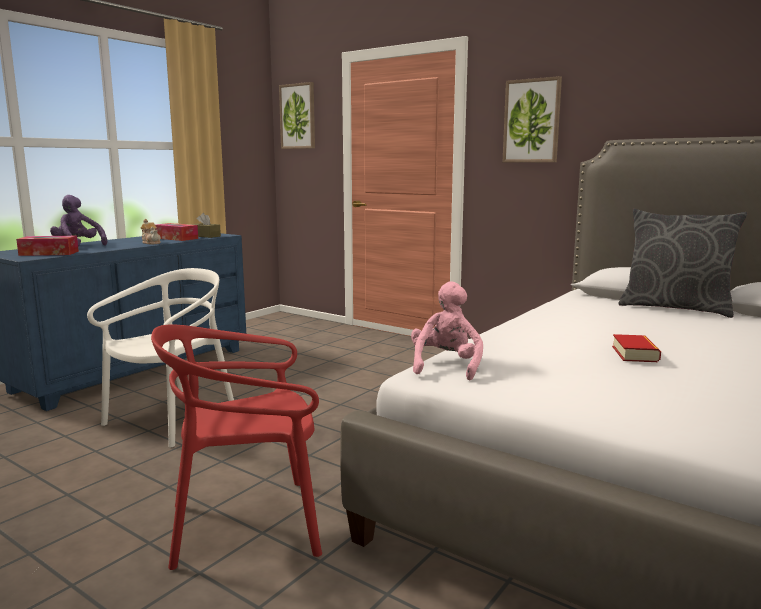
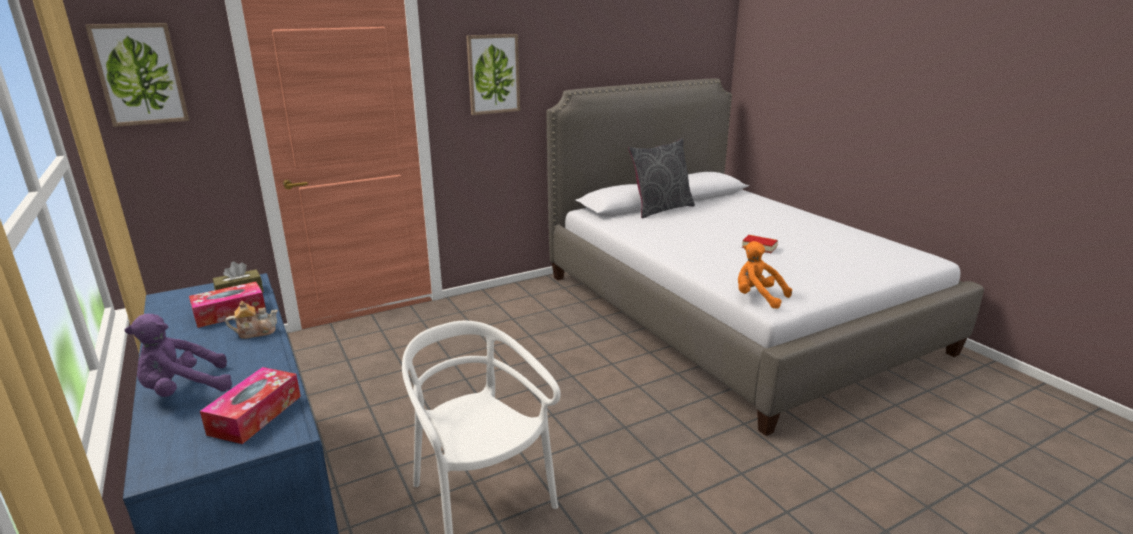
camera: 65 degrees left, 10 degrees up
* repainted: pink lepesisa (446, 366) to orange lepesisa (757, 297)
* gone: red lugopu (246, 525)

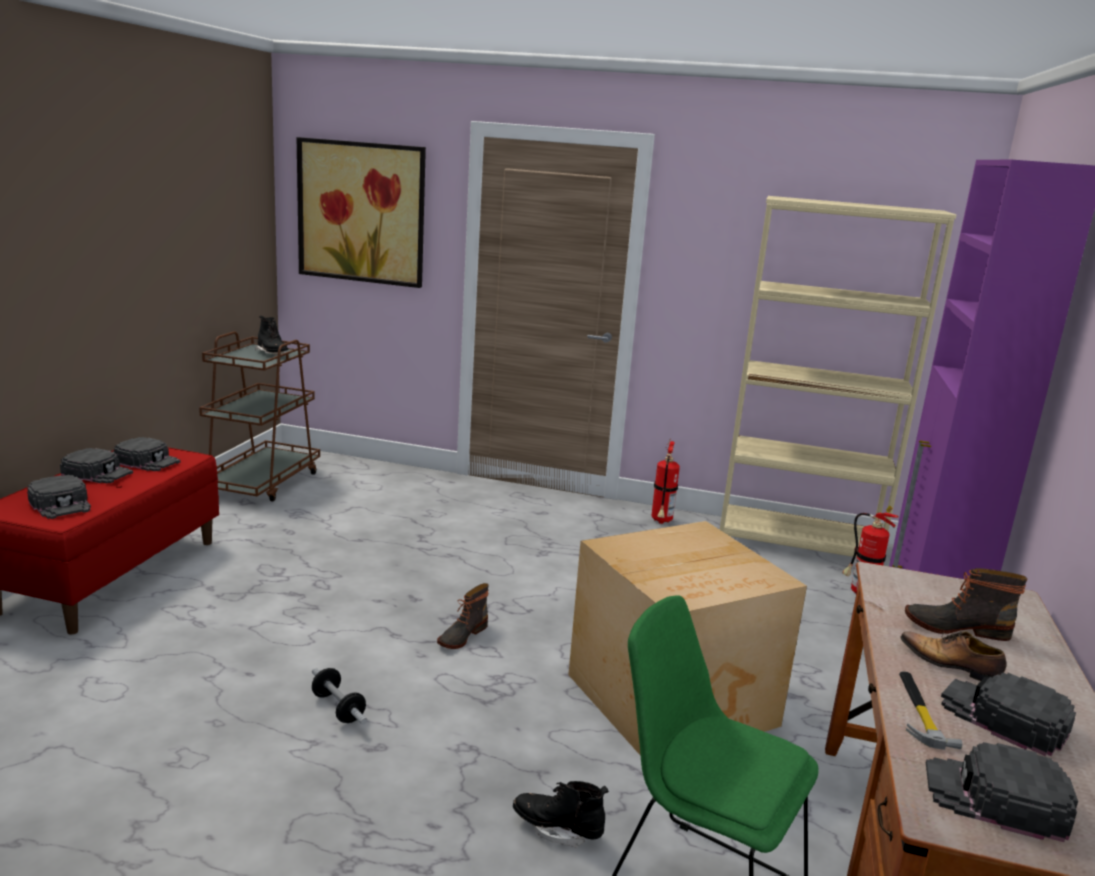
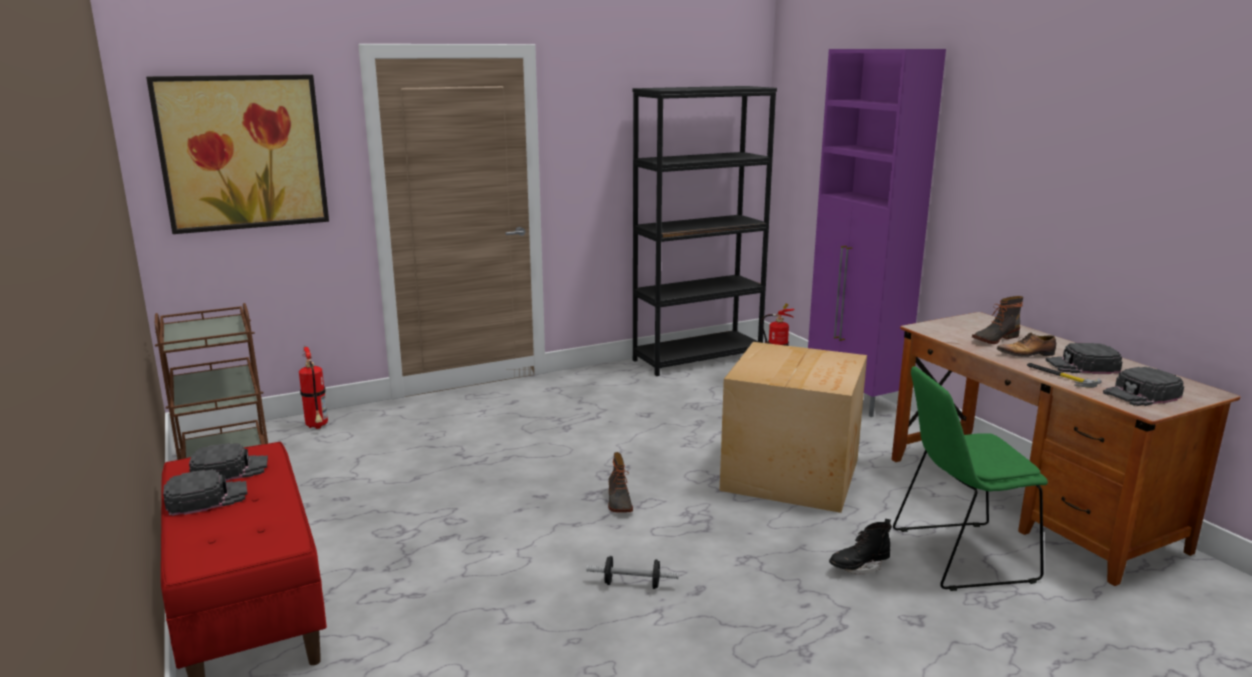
camera: 40 degrees left, 0 degrees up
* shifted: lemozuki (661, 522) to (317, 427)
* repainted: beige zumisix (797, 543) to black zumisix (698, 358)
* gone: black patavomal (61, 504)
* gone: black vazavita (272, 354)

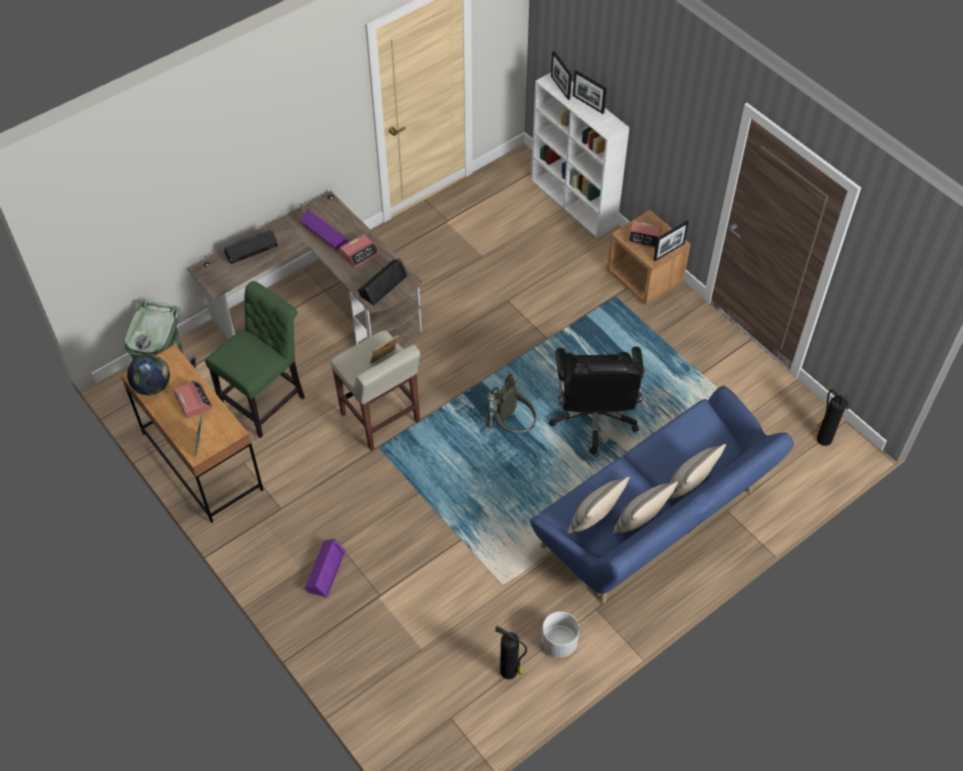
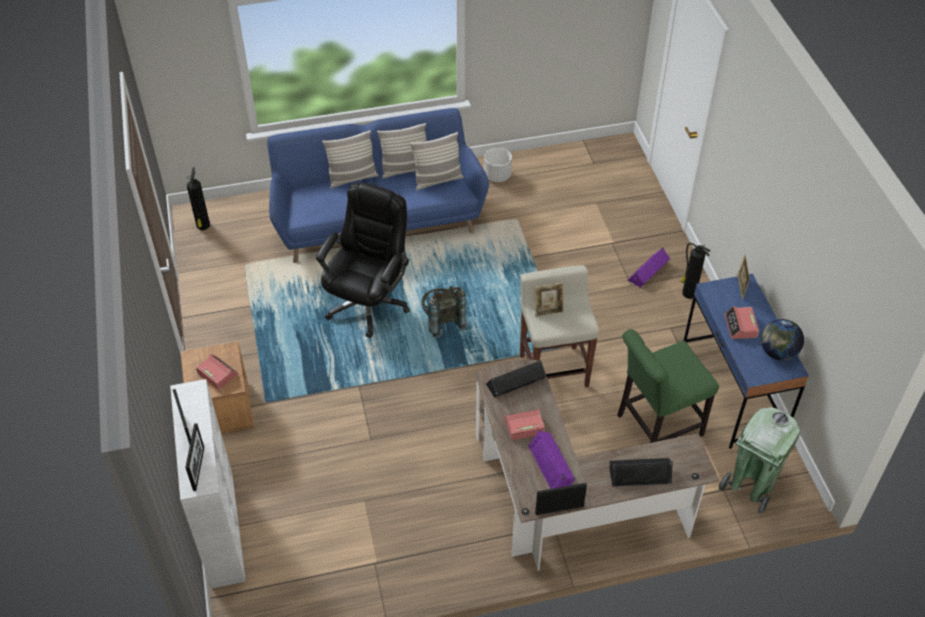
camera: 155 degrees left, 5 degrees down
* shifted: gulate (669, 251) to (559, 509)
* shifted: lemozuki (509, 672) to (688, 293)
* repainted: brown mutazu (202, 461) to blue mutazu (732, 391)

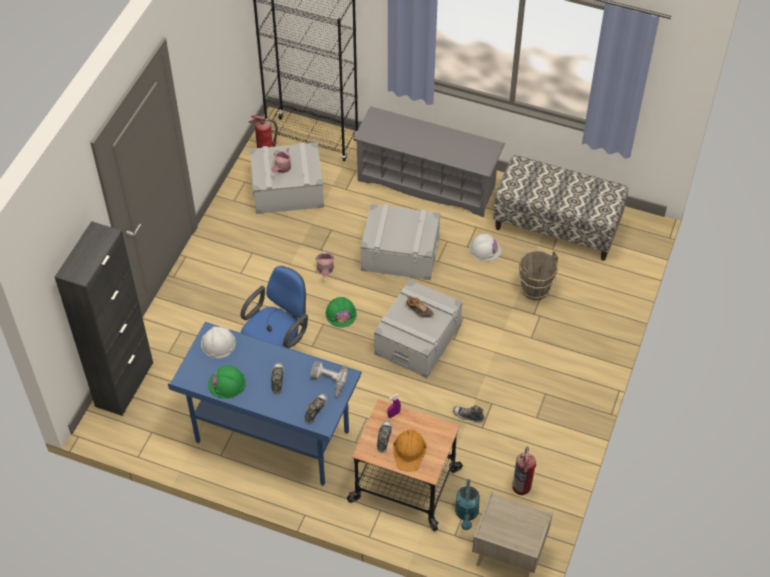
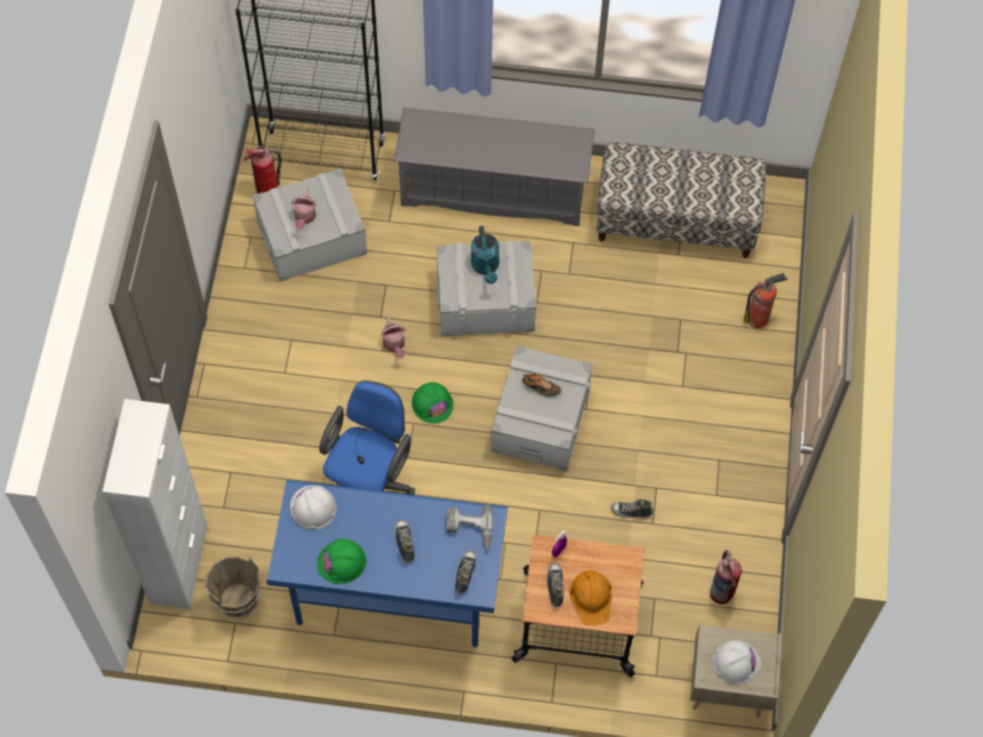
camera: 15 degrees left, 10 degrees up
* repainted: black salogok (124, 384) to white salogok (179, 564)
* shifted: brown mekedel (534, 290) to (238, 601)
* shifted: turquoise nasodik (467, 514) to (486, 267)
* shifted: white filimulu (485, 249) to (736, 662)
* new: lemozuki (758, 318)

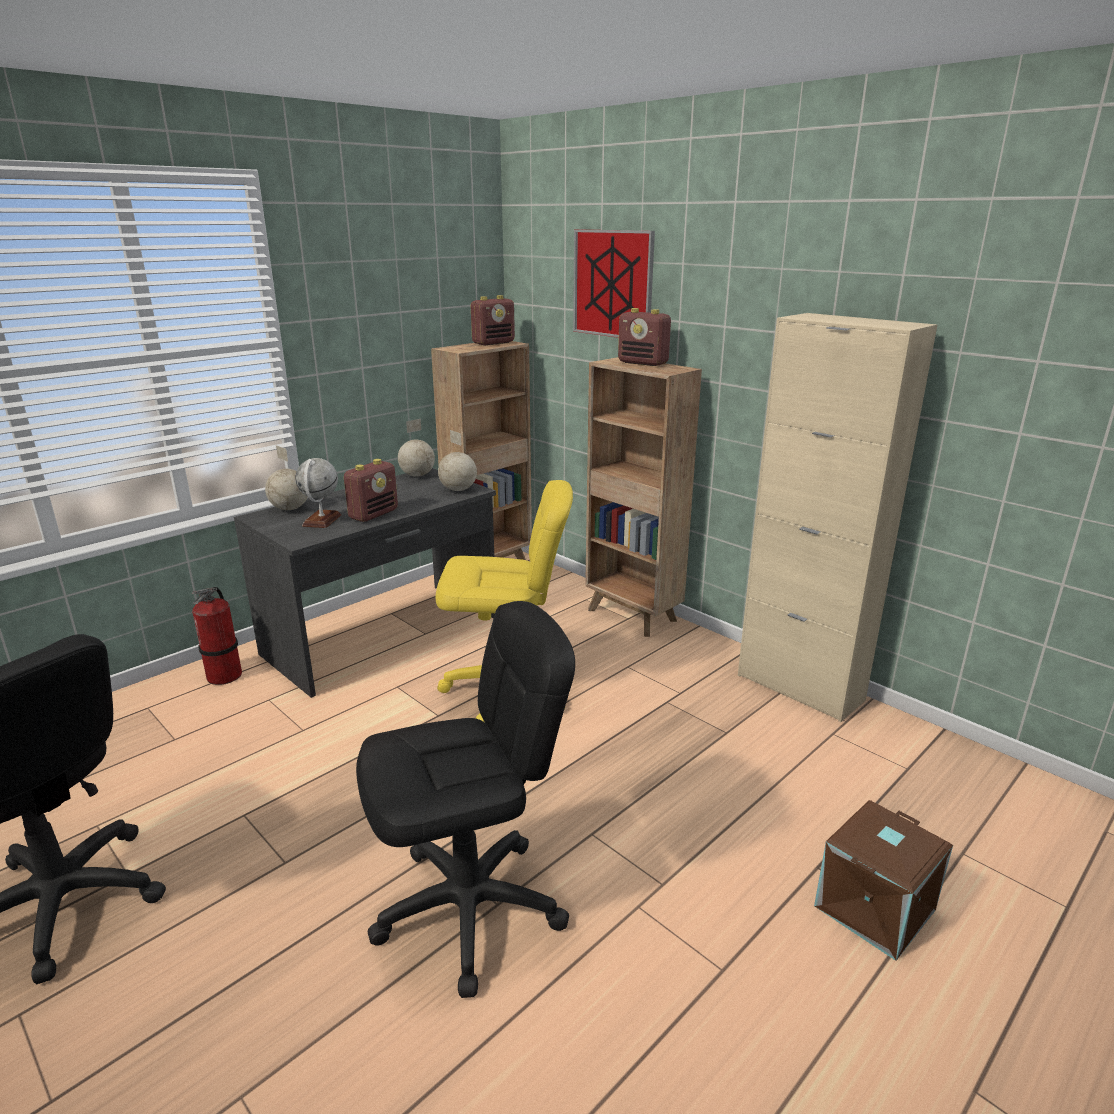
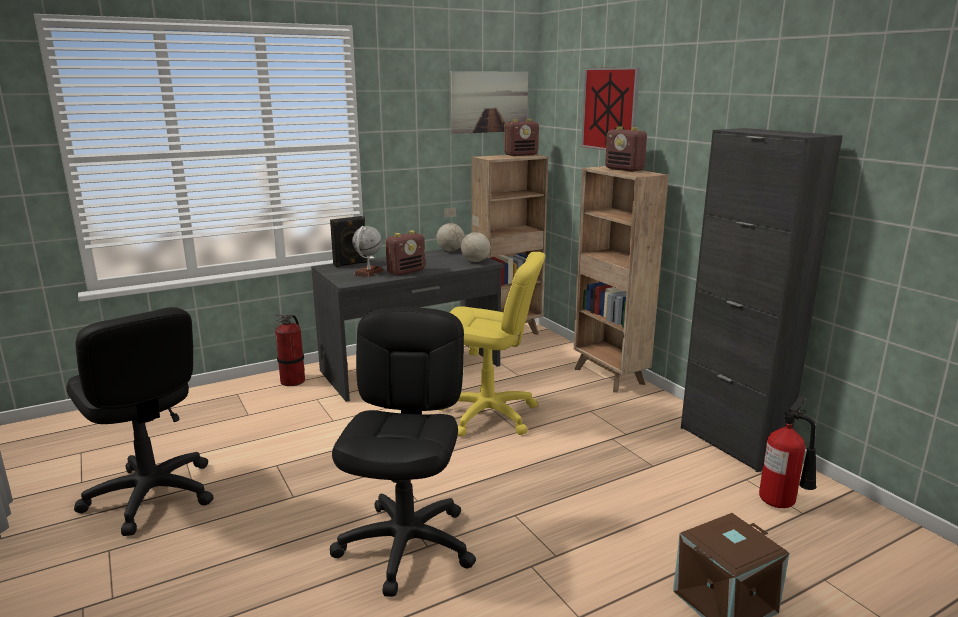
camera: 15 degrees right, 5 degrees down
* swapped: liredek (290, 508) to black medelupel (350, 264)
* rotated: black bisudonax (470, 909) = (407, 545) 75 degrees counterclockwise
* new: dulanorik (489, 102)
* repainted: beige salogok (799, 687) to black salogok (731, 443)
* new: lemozuki (782, 503)

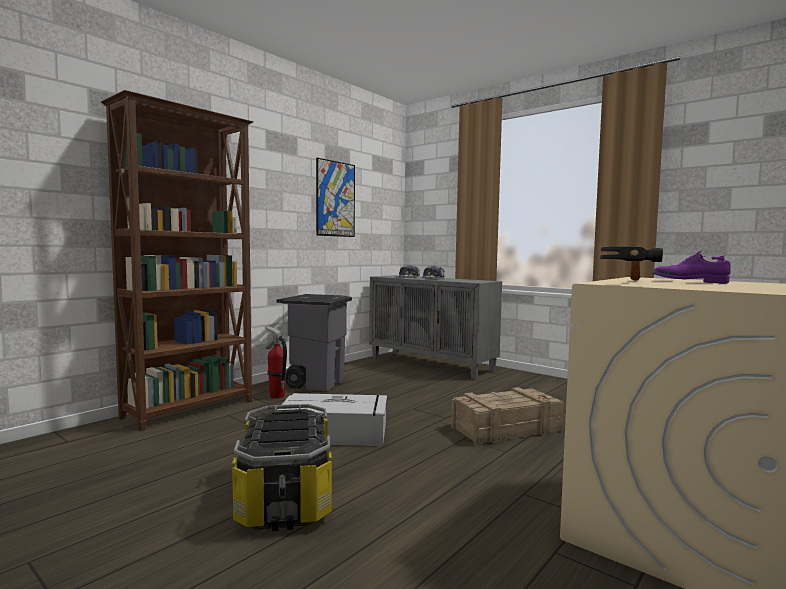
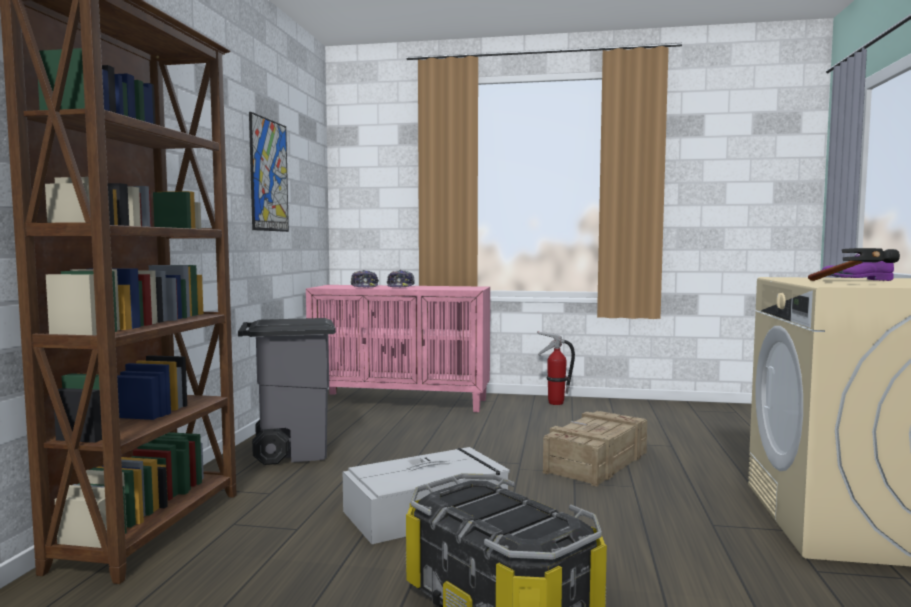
camera: 30 degrees left, 0 degrees up
* repainted: grey salogok (432, 364) to pink salogok (402, 402)
* shifted: lemozuki (276, 396) to (555, 403)

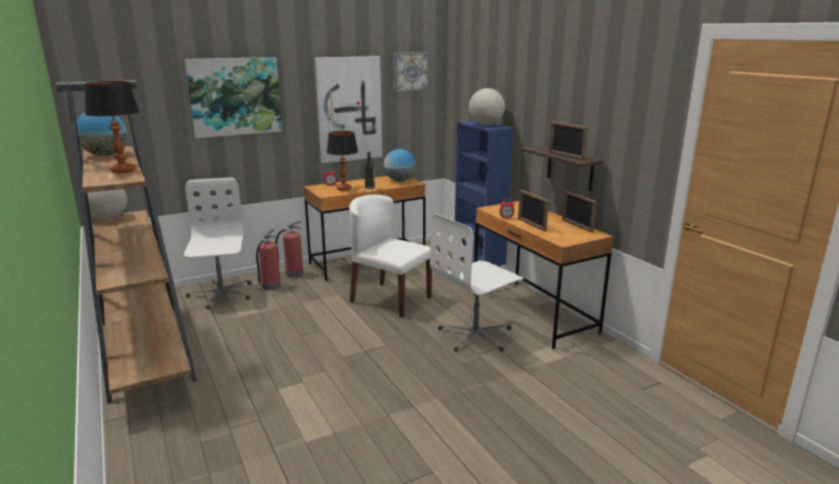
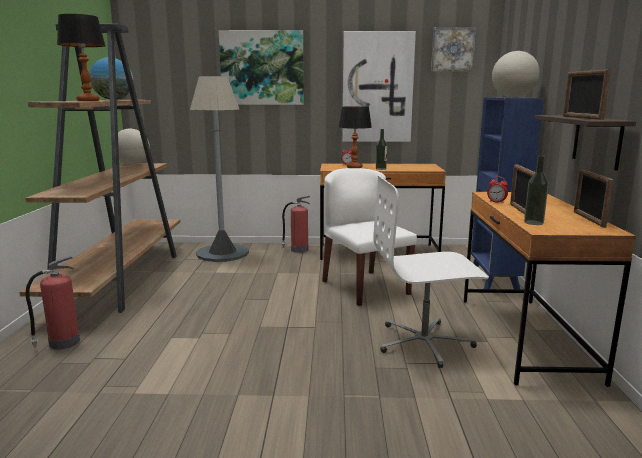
camera: 30 degrees right, 5 degrees down
* shifted: lemozuki (270, 286) to (62, 343)
* swapped: white bisudonax (221, 294) to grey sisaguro (222, 253)
* new: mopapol (533, 222)
* gone: liredek (399, 181)

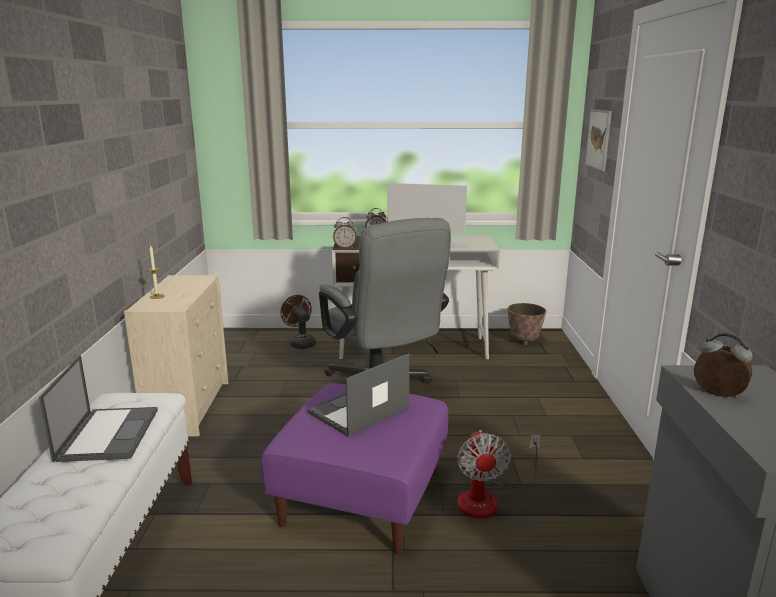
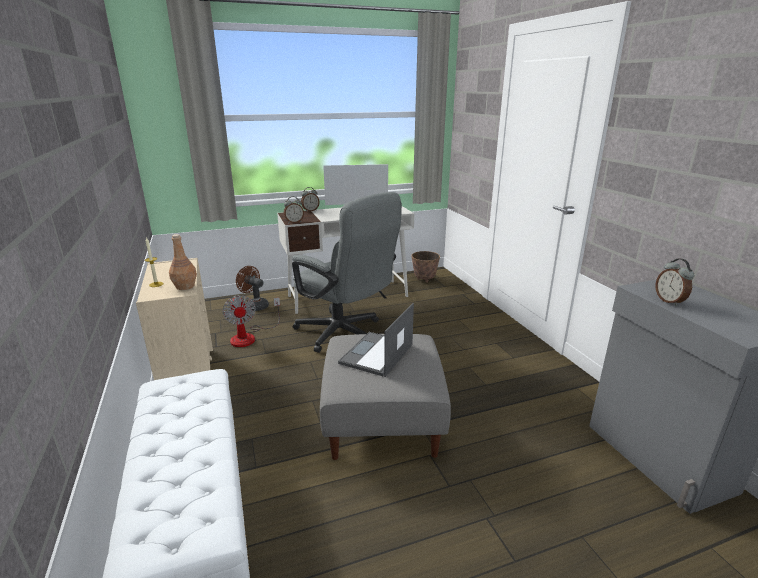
camera: 20 degrees left, 5 degrees up
* new: brown mopapol (185, 286)
* shifted: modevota (488, 498) to (249, 336)
* repainted: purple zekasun (363, 497) to grey zekasun (383, 420)
* rotated: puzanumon (717, 395) = (669, 301) 120 degrees counterclockwise
* gone: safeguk (108, 434)
* gone: dulanorik (598, 139)

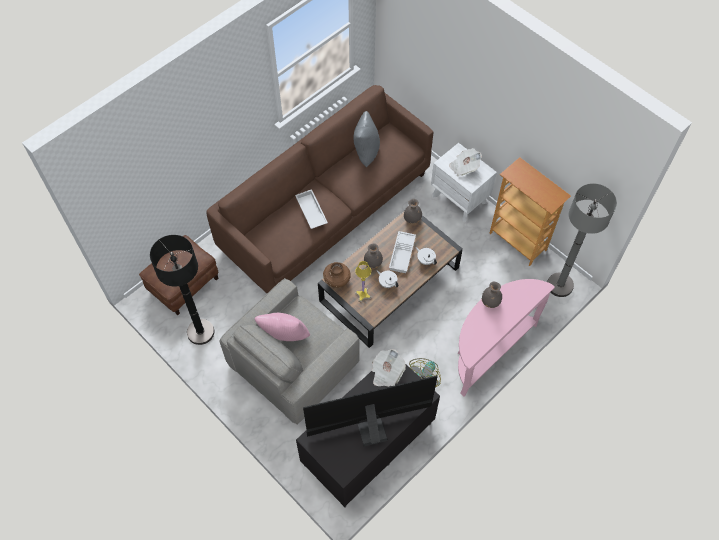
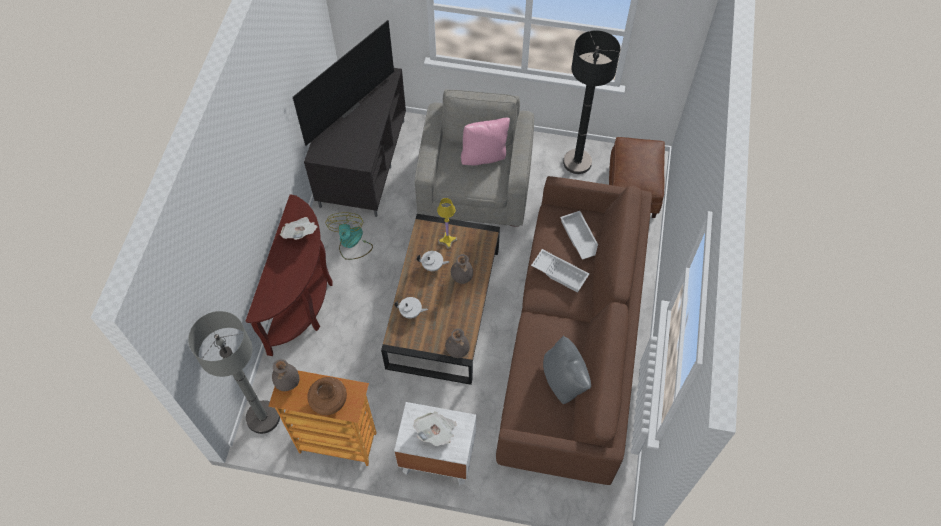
camera: 145 degrees right, 0 degrees up
* repainted: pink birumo (488, 349) to brown birumo (303, 302)
* shifted: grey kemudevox (491, 302) to (287, 382)
* shifted: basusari (386, 372) to (300, 233)
* shifted: brown kemudevox (337, 280) to (329, 402)
* shifted: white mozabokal (402, 254) to (579, 238)

